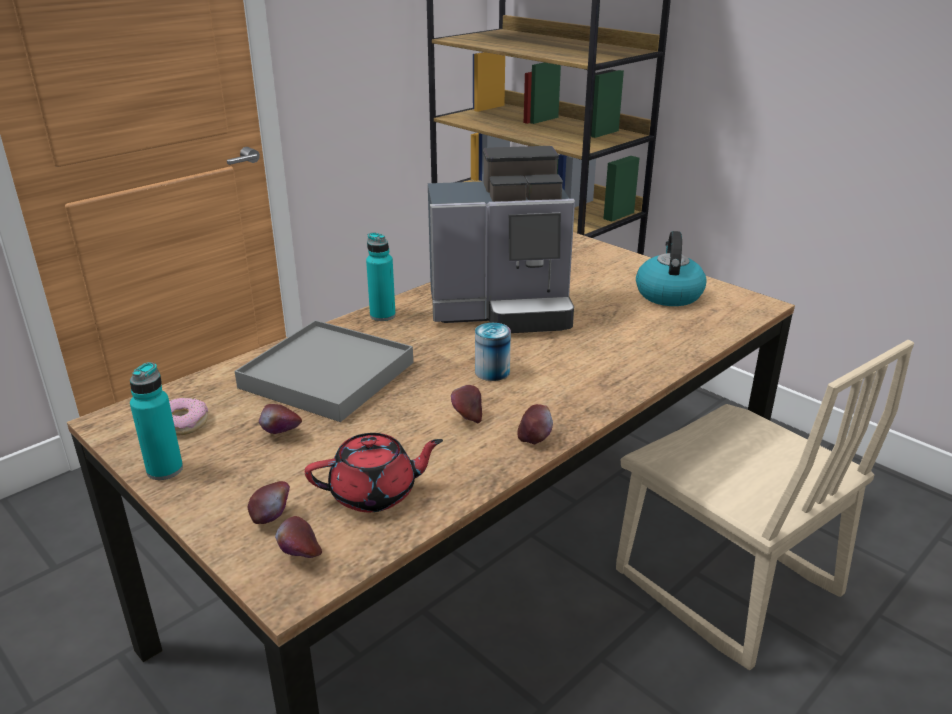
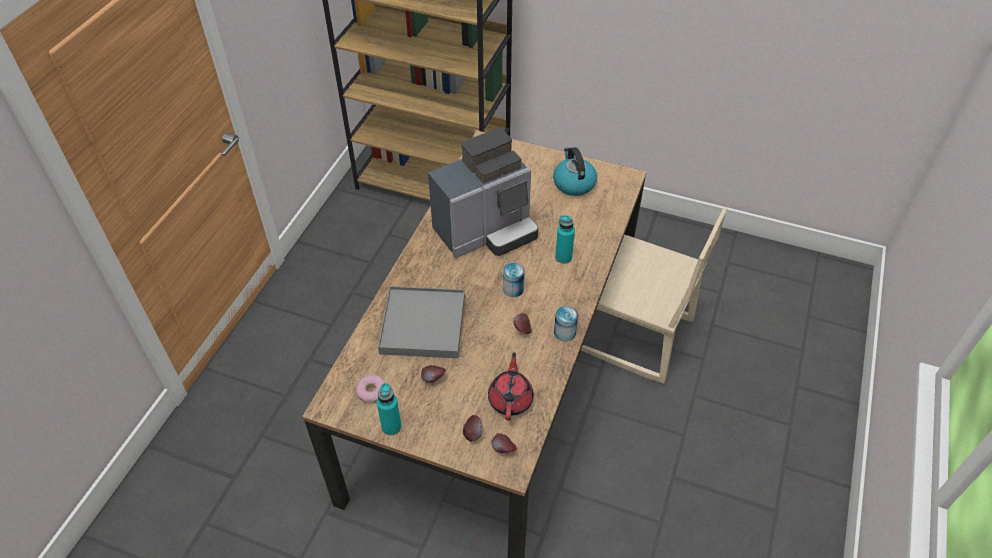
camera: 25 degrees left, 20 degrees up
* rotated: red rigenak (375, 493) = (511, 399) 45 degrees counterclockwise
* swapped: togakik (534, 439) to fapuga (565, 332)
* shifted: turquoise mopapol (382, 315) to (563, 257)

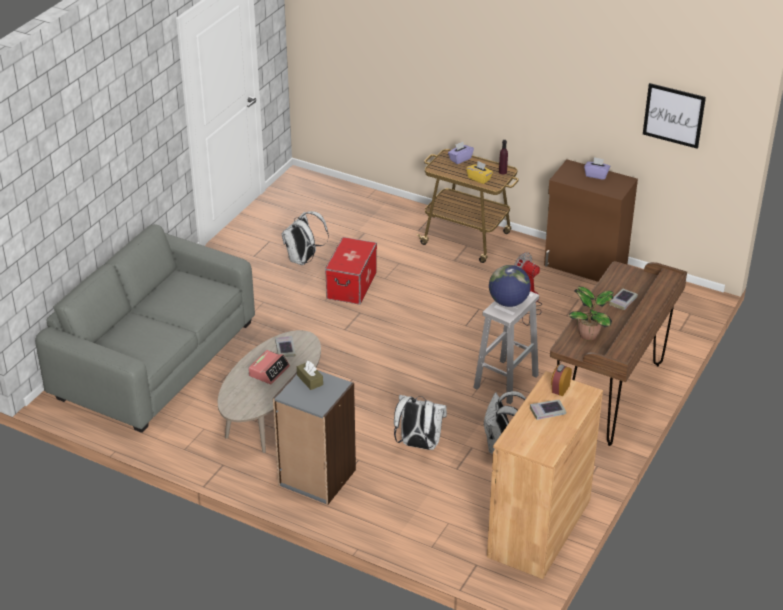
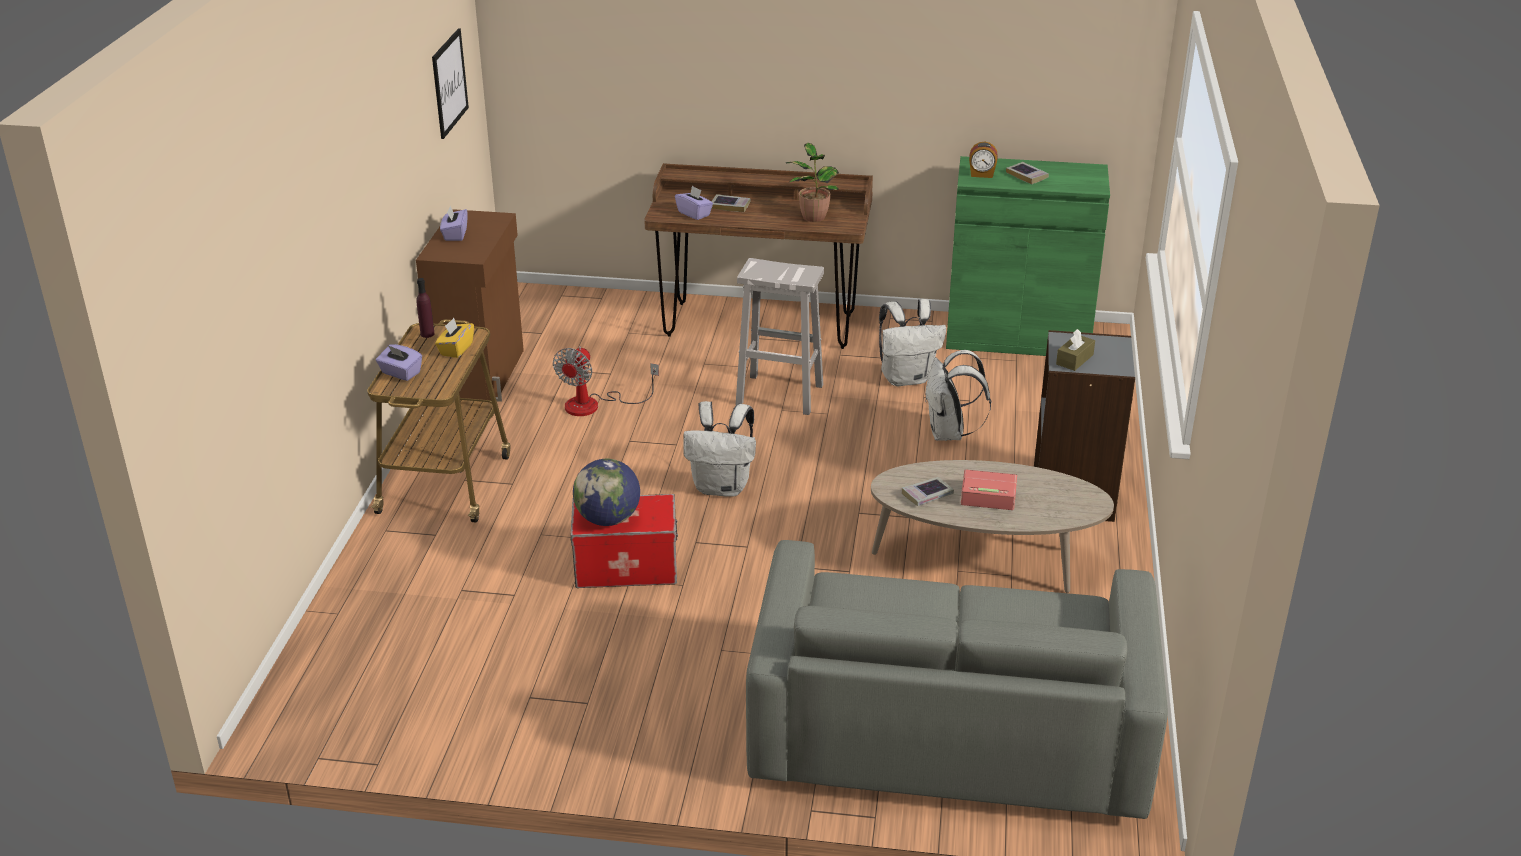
camera: 110 degrees left, 5 degrees down
* shifted: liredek (508, 302) to (608, 519)
* new: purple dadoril (694, 213)
* shifted: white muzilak (303, 260) to (722, 487)
* repainted: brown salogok (539, 528) to green salogok (1017, 336)

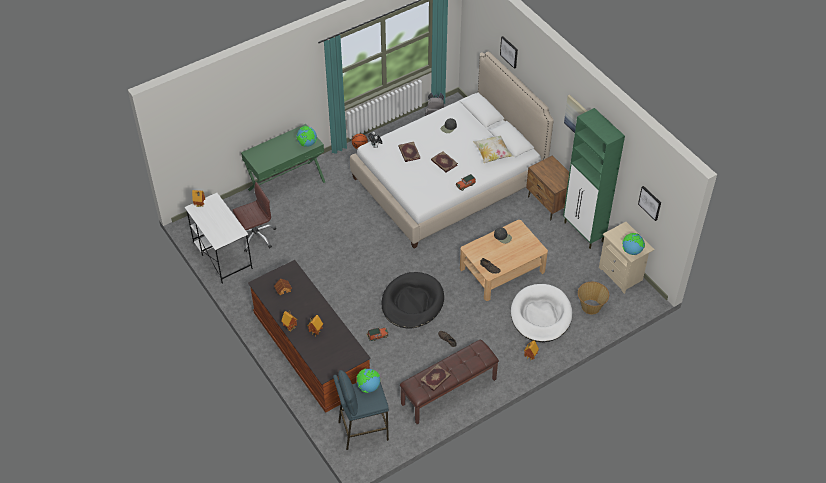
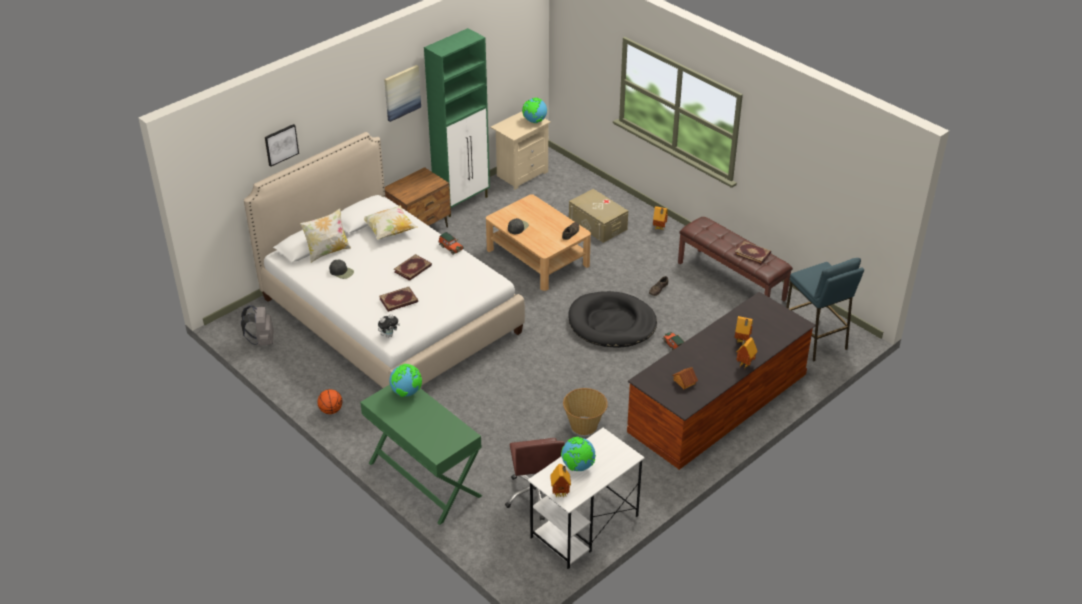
camera: 100 degrees left, 10 degrees down
* new: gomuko (327, 252)
* rotated: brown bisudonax (256, 236) = (537, 495) 150 degrees counterclockwise
* shifted: liredek (368, 387) to (578, 467)
* shifted: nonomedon (591, 307) to (584, 425)
* swapped: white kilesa (541, 315) to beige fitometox (598, 224)
* gone: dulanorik (650, 203)

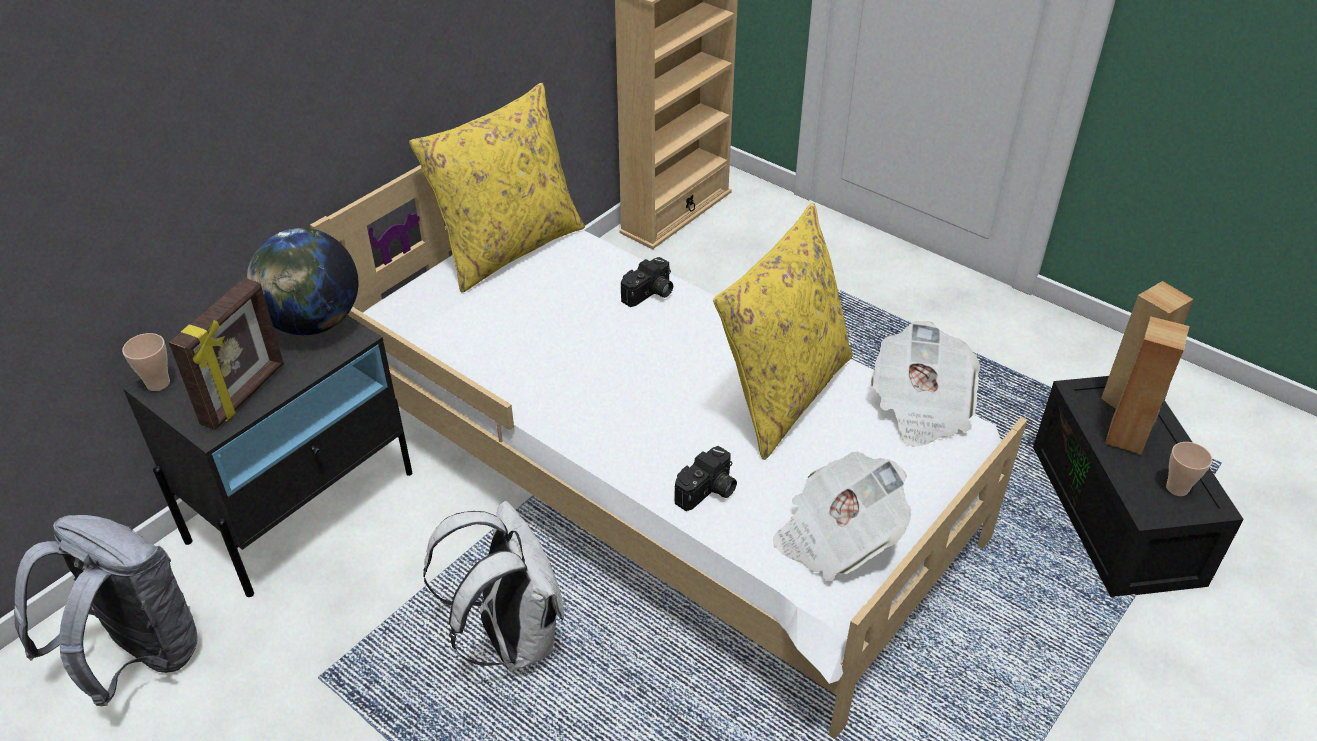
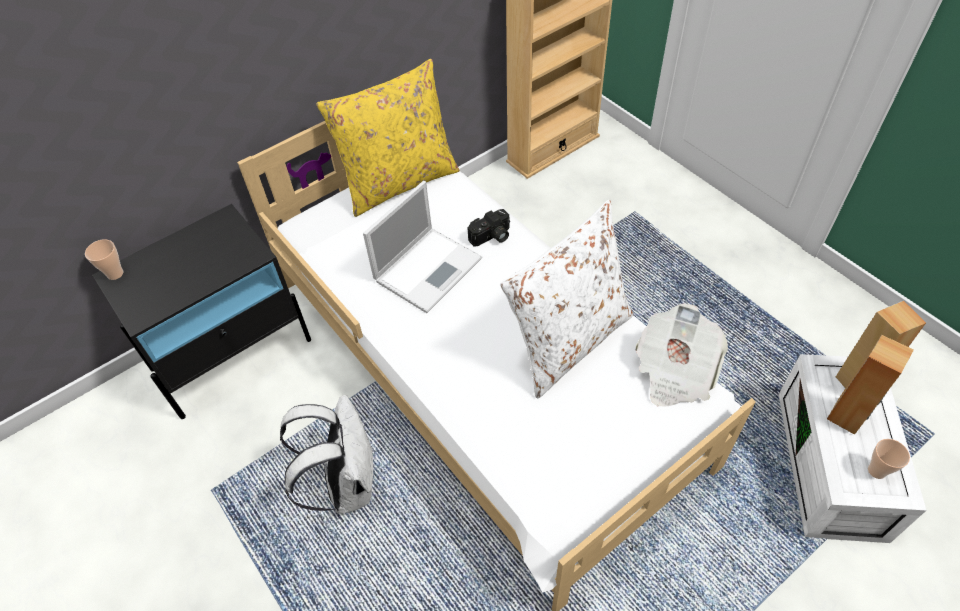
camera: 15 degrees right, 10 degrees up
* new: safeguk (429, 268)
* repainted: yellow gomuko (782, 393) to white gomuko (568, 340)
* repainted: black fitometox (1119, 515) to white fitometox (833, 466)
* gone: grey muzilak (138, 658)
* gone: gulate (245, 395)
* gone: liredek (313, 323)
* gone: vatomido (708, 492)
* gone: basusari (836, 537)

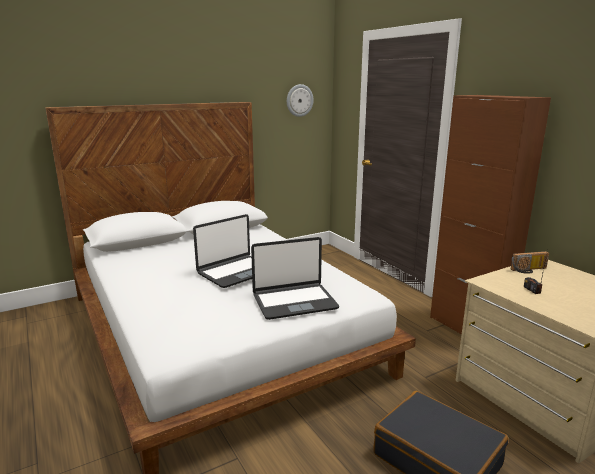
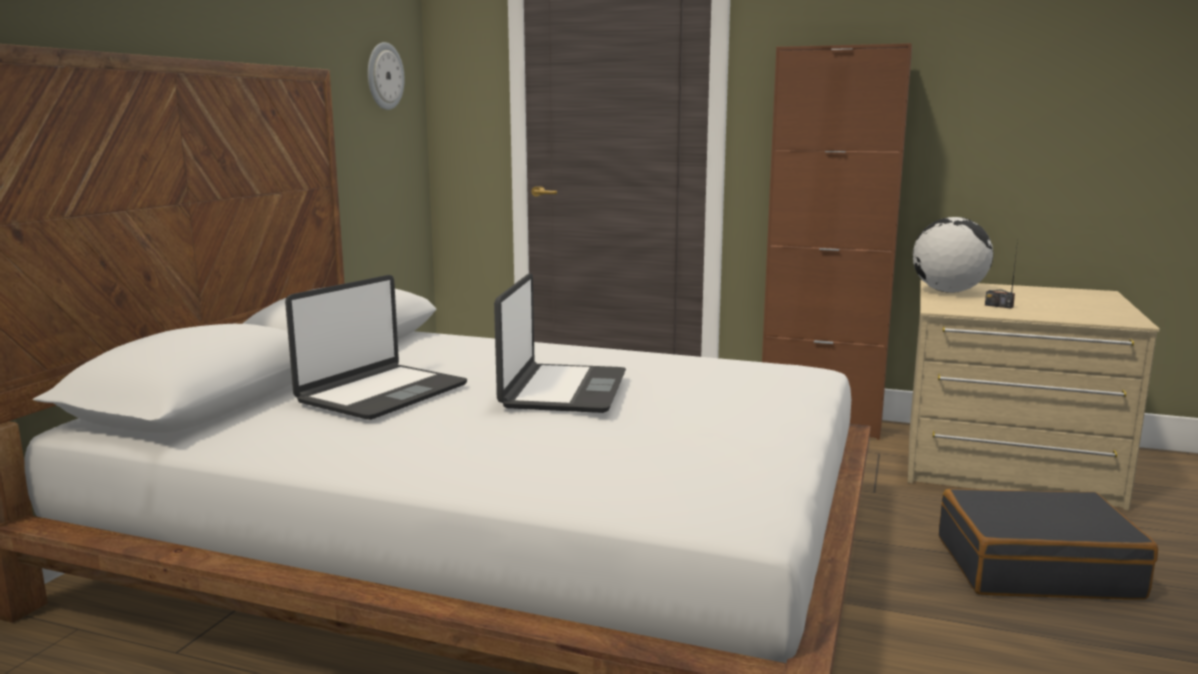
camera: 40 degrees left, 5 degrees down
* shifted: safeguk (294, 302) to (381, 393)
* swapped: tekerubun (529, 270) to liredek (948, 292)

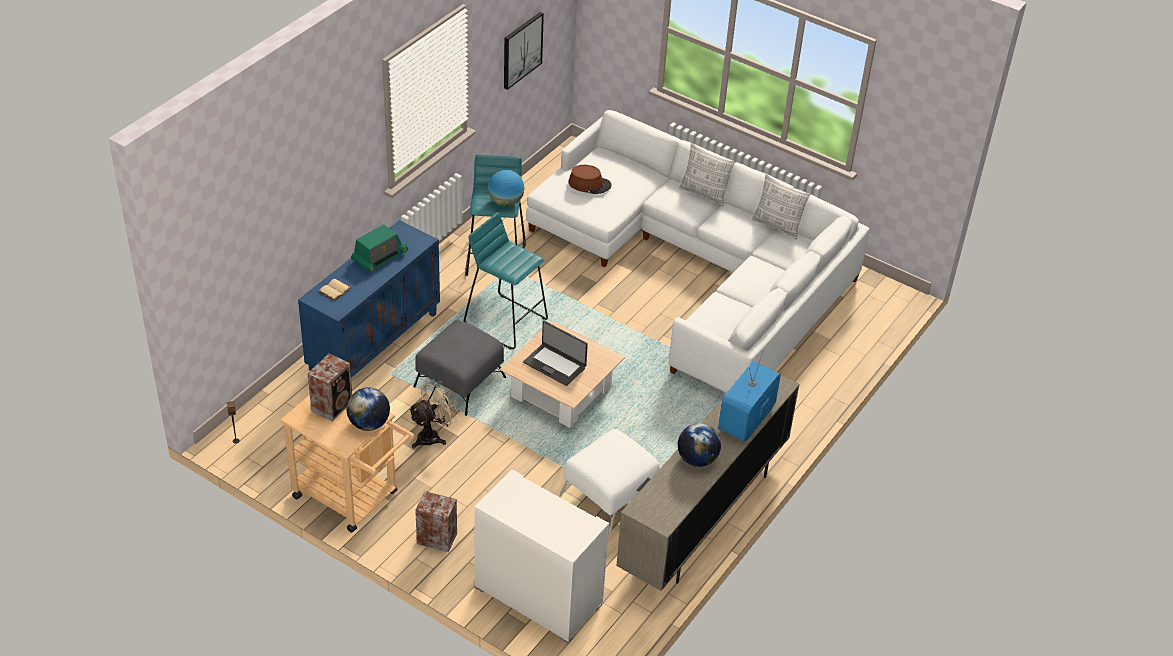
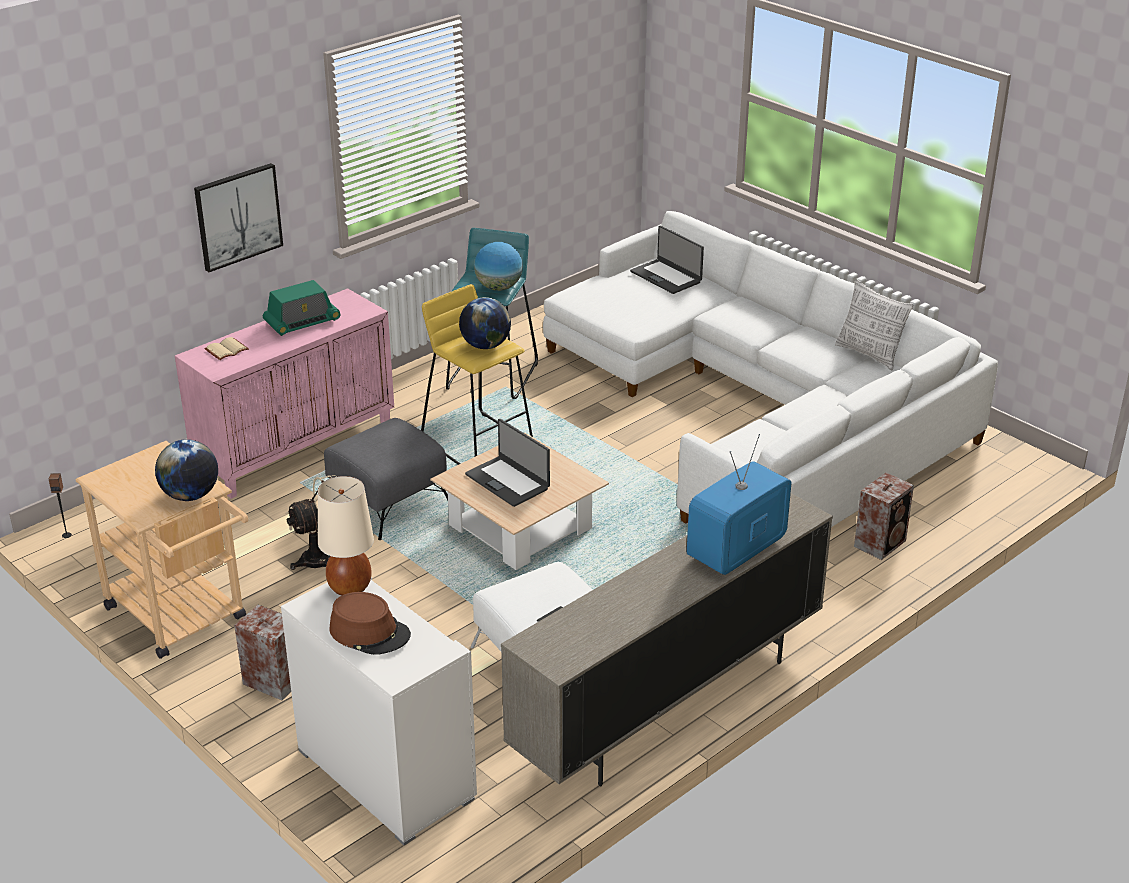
camera: 15 degrees right, 10 degrees down
* repainted: blue salogok (374, 343) to pink salogok (296, 448)
* shifted: dulanorik (521, 50) to (238, 216)
* new: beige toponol (349, 588)
* shifted: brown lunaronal (589, 184) to (370, 632)
* repainted: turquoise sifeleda (505, 321) to yellow sifeleda (477, 442)
* shifted: liredek (697, 459) to (485, 345)
* new: safeguk (666, 277)
* shifted: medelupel (333, 405) to (881, 543)
* gone: gomuko (704, 194)

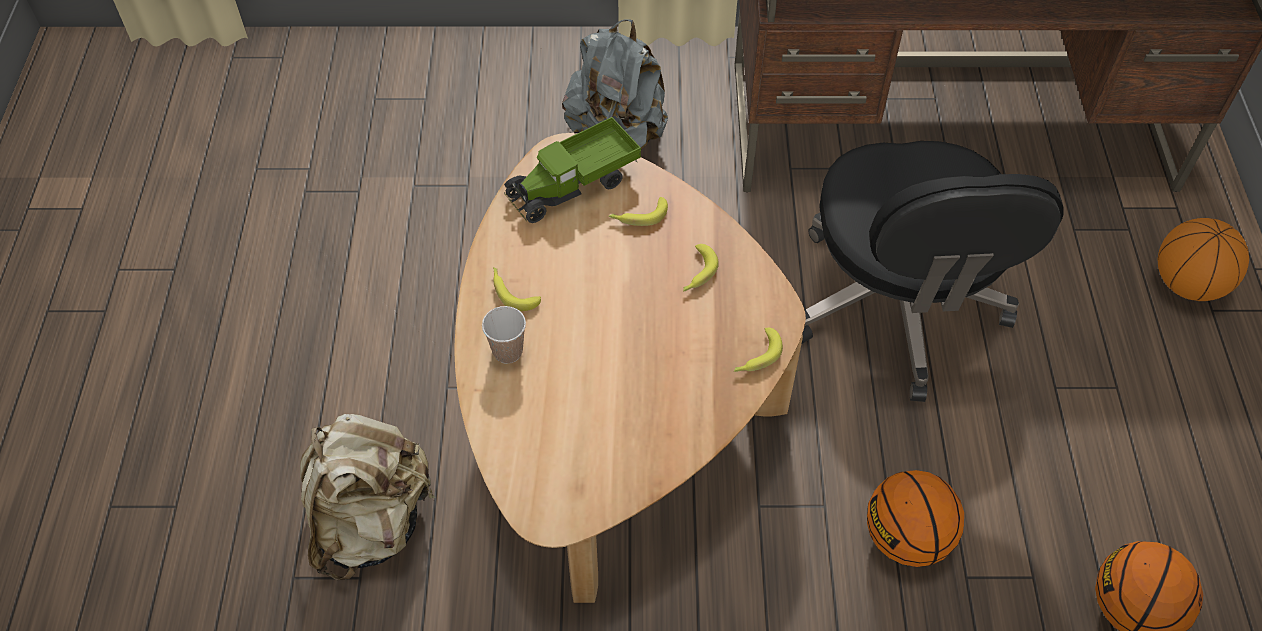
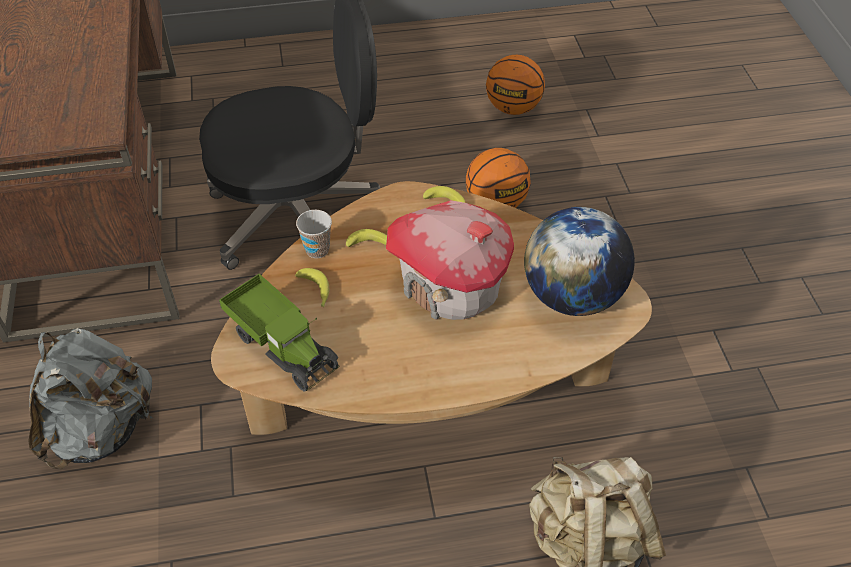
camera: 100 degrees left, 5 degrees down
* shifted: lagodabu (508, 352) to (317, 250)
* new: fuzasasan (451, 286)
* new: liredek (572, 296)
* gone: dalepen (512, 292)
* gone: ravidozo (1187, 284)

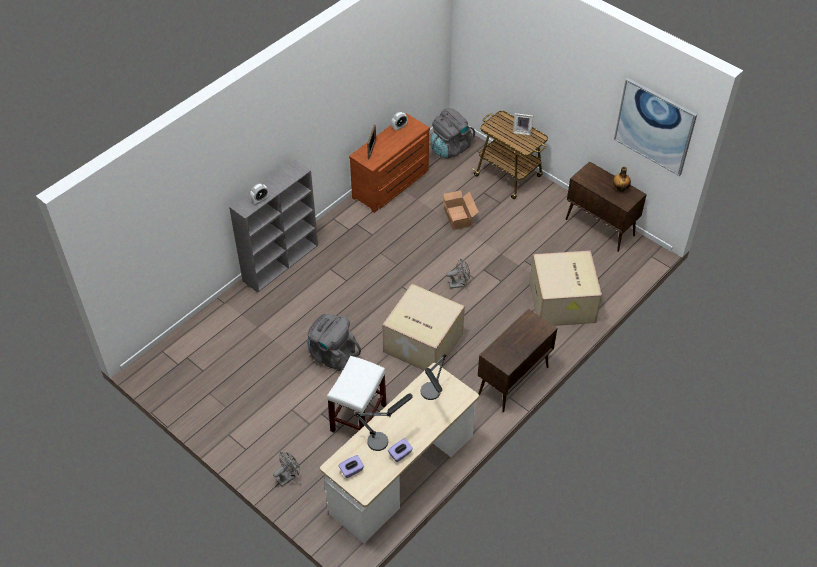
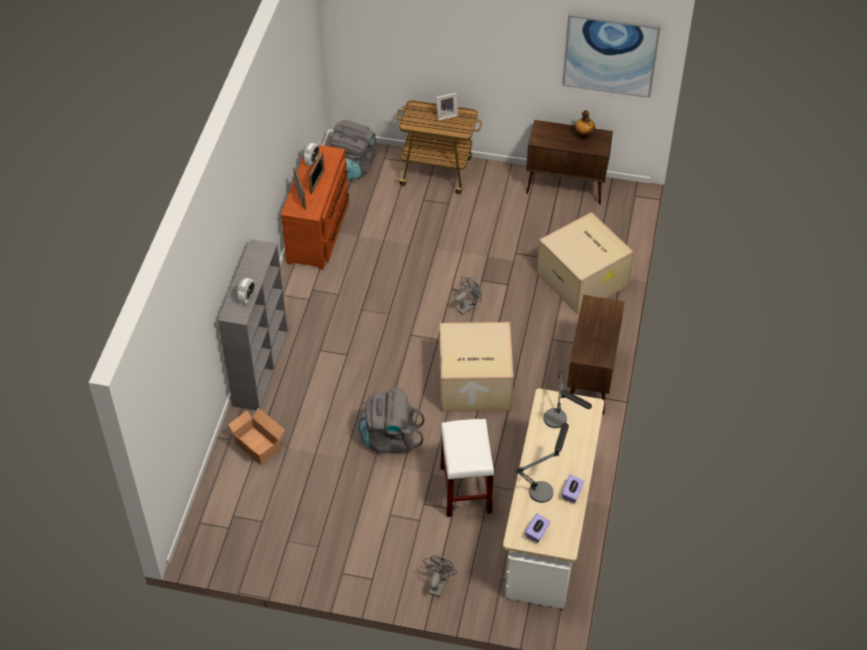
camera: 30 degrees left, 0 degrees up
* shifted: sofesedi (458, 216) to (257, 444)
* new: gulate (317, 182)

